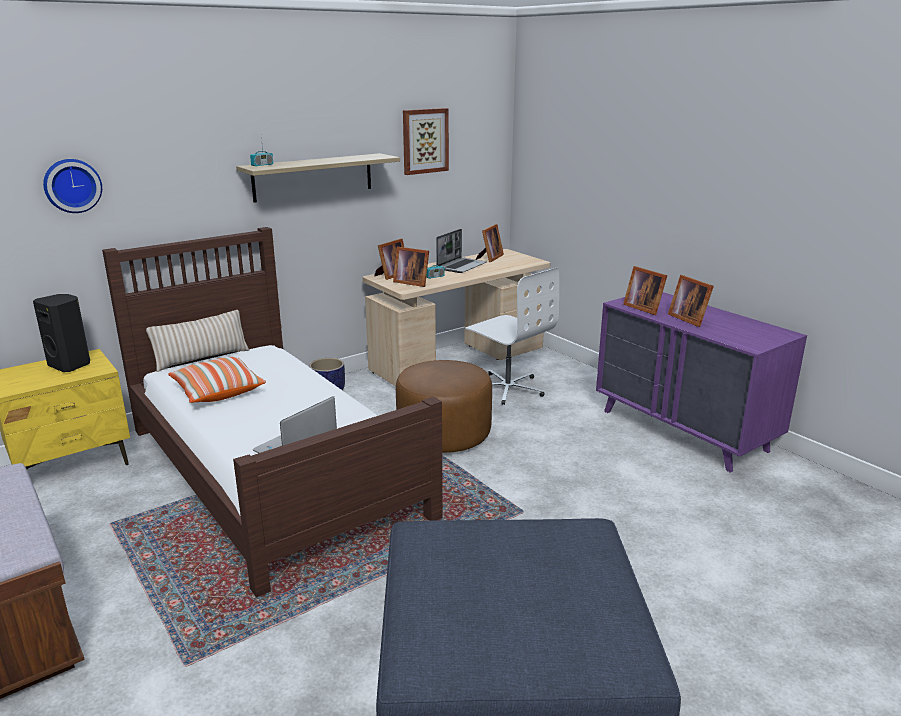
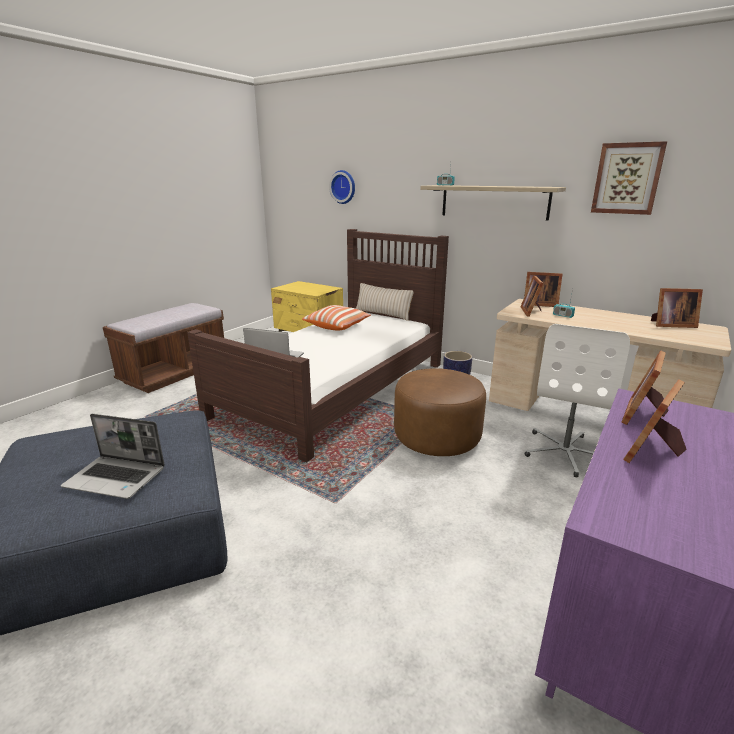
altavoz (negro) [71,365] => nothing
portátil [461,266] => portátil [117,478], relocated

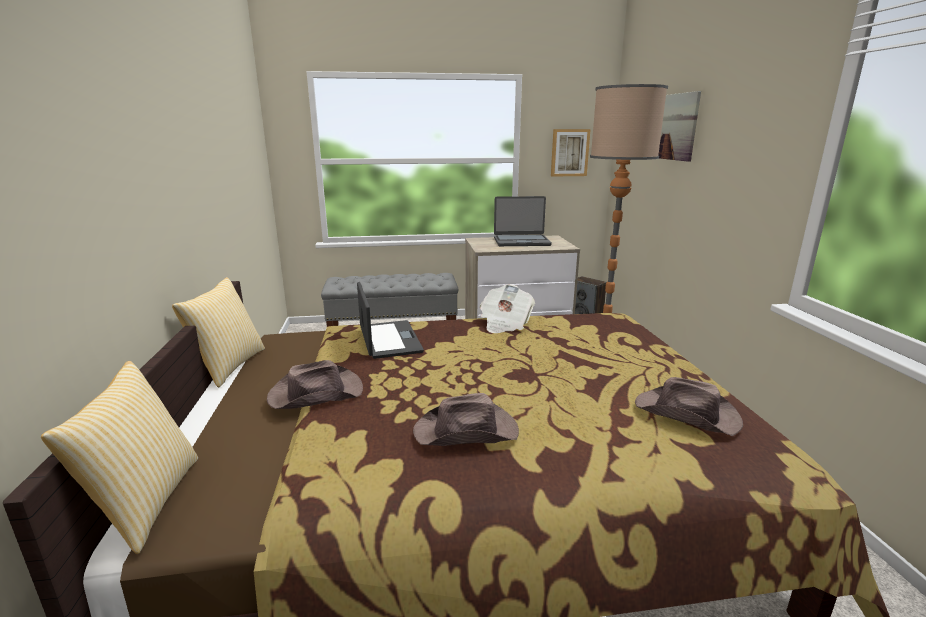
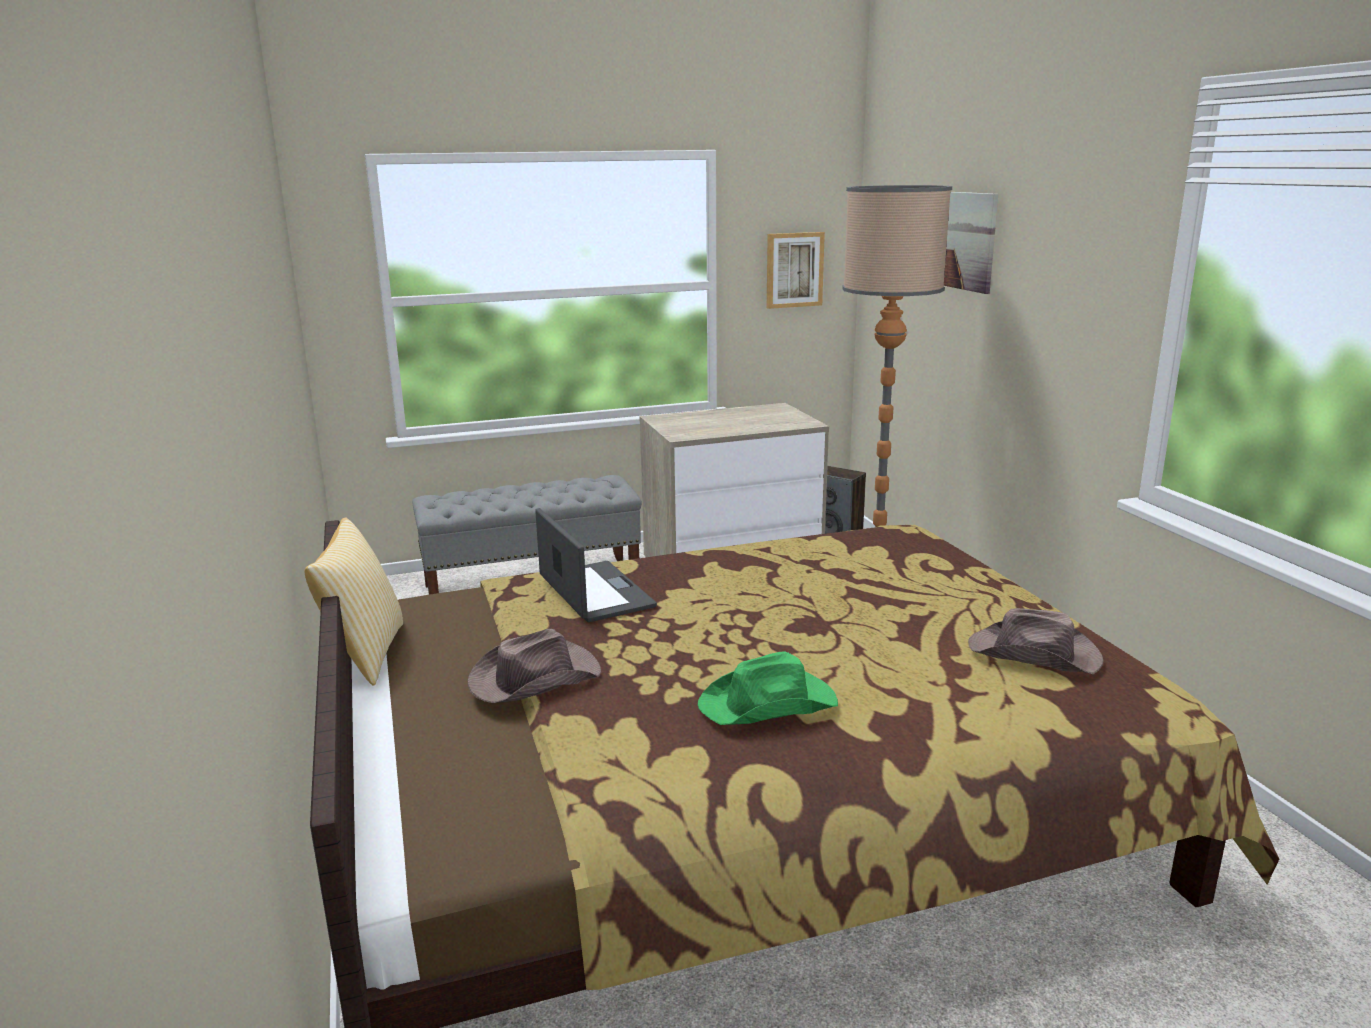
cojín [145,503] => nothing
periódico [505,323] => nothing
portátil [521,241] => nothing
sombrero (marrón) [467,432] => sombrero (verde) [769,704]

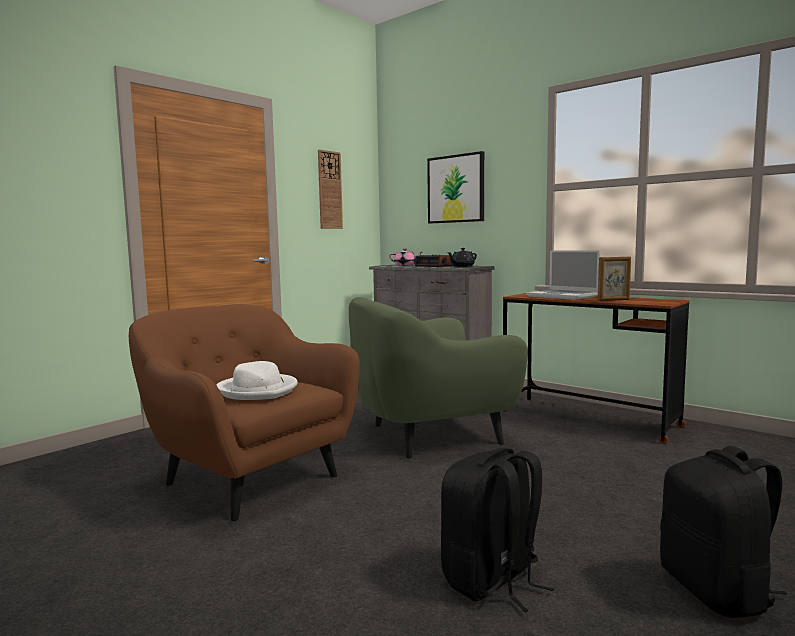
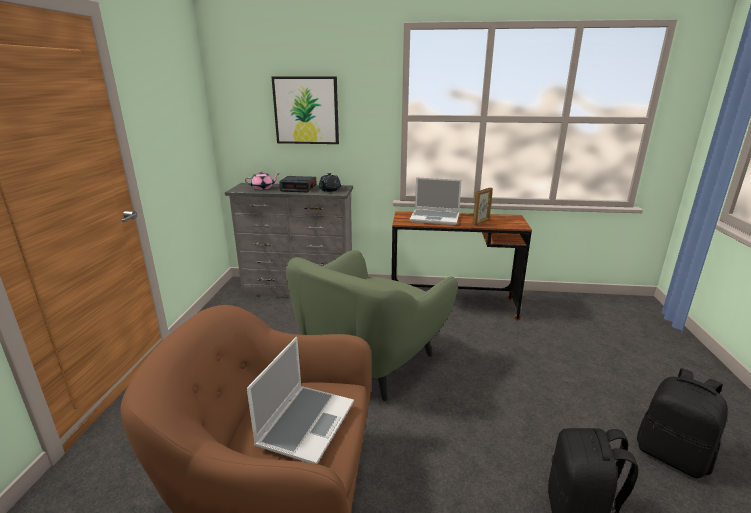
reloj de pared [329,190] => nothing
sombrero (blanco) [258,390] => portátil [306,423]

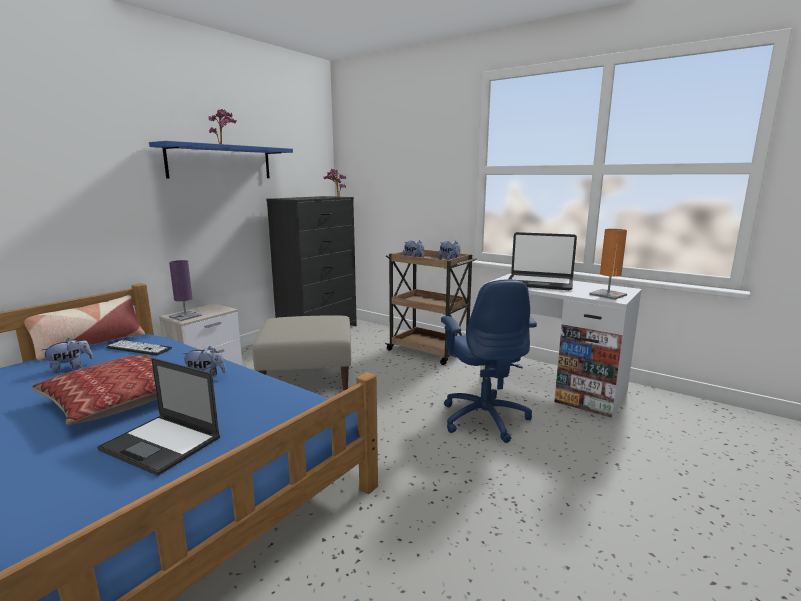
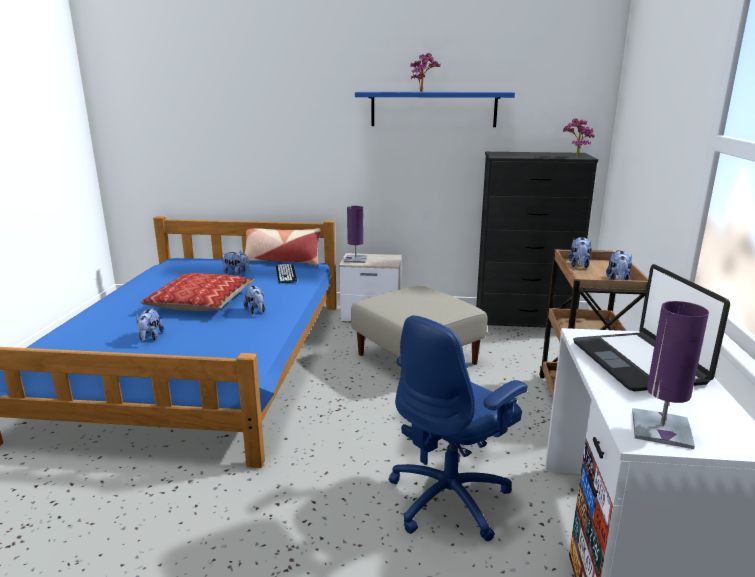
portátil [162,444] => peluche [150,338]
lámpara de mesa (naranja) [608,295] => lámpara de mesa (morado) [661,429]

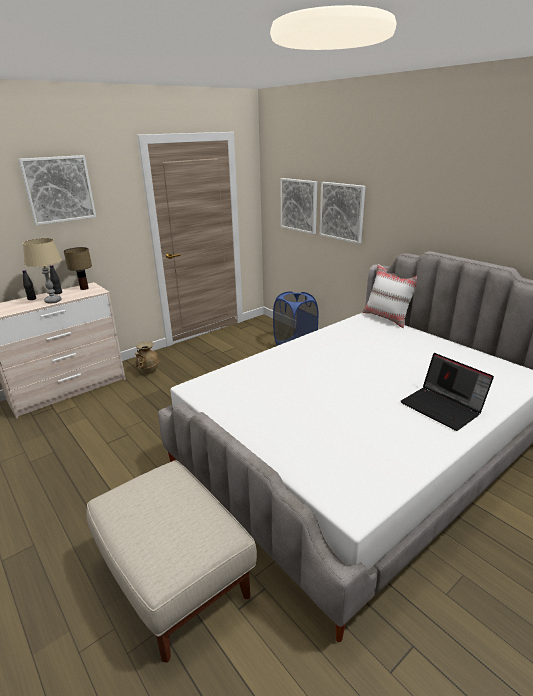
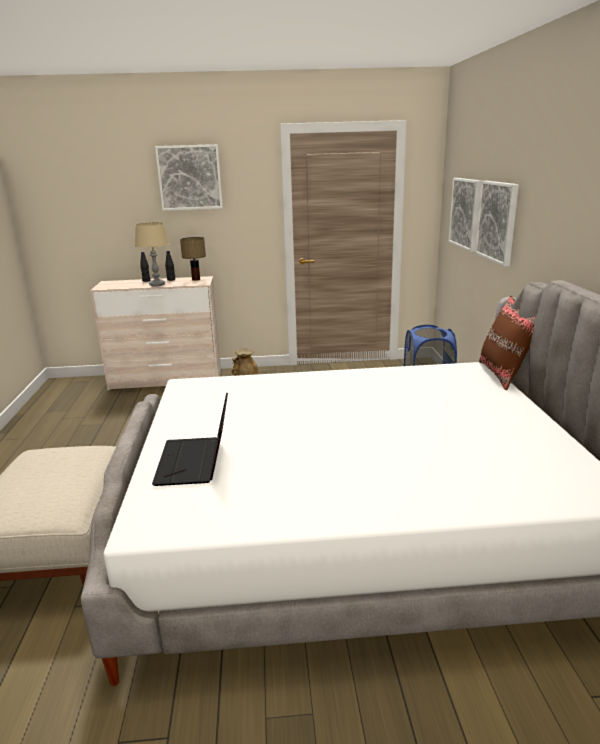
portátil [443,407] => portátil [196,462], relocated
cojín (blanco) [387,318] => cojín (marrón) [504,375]

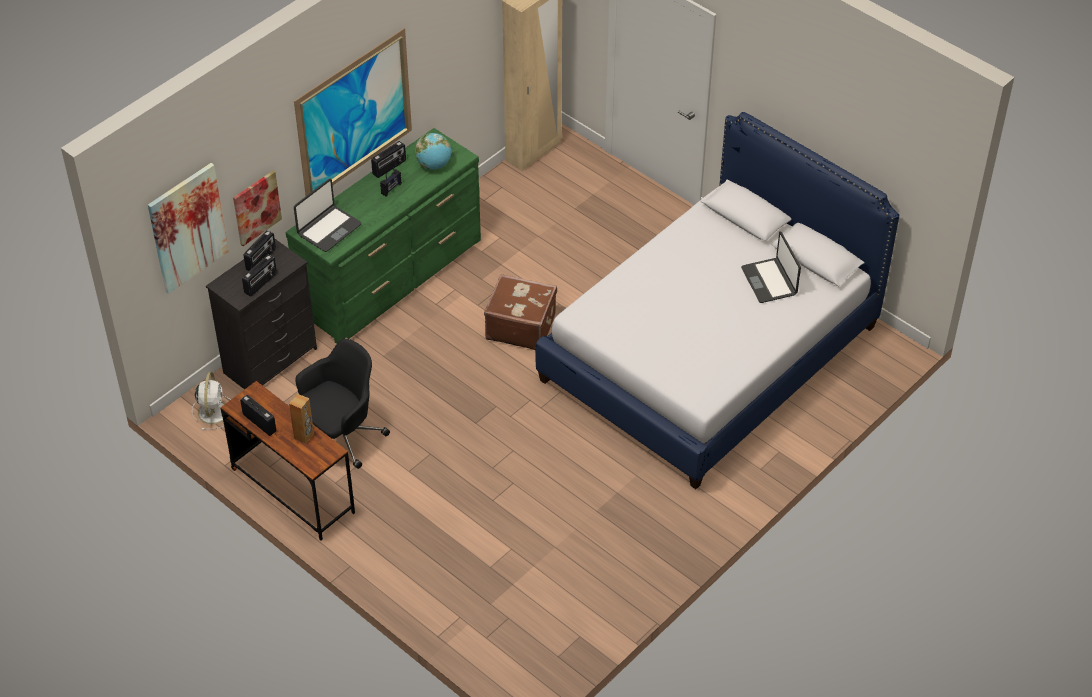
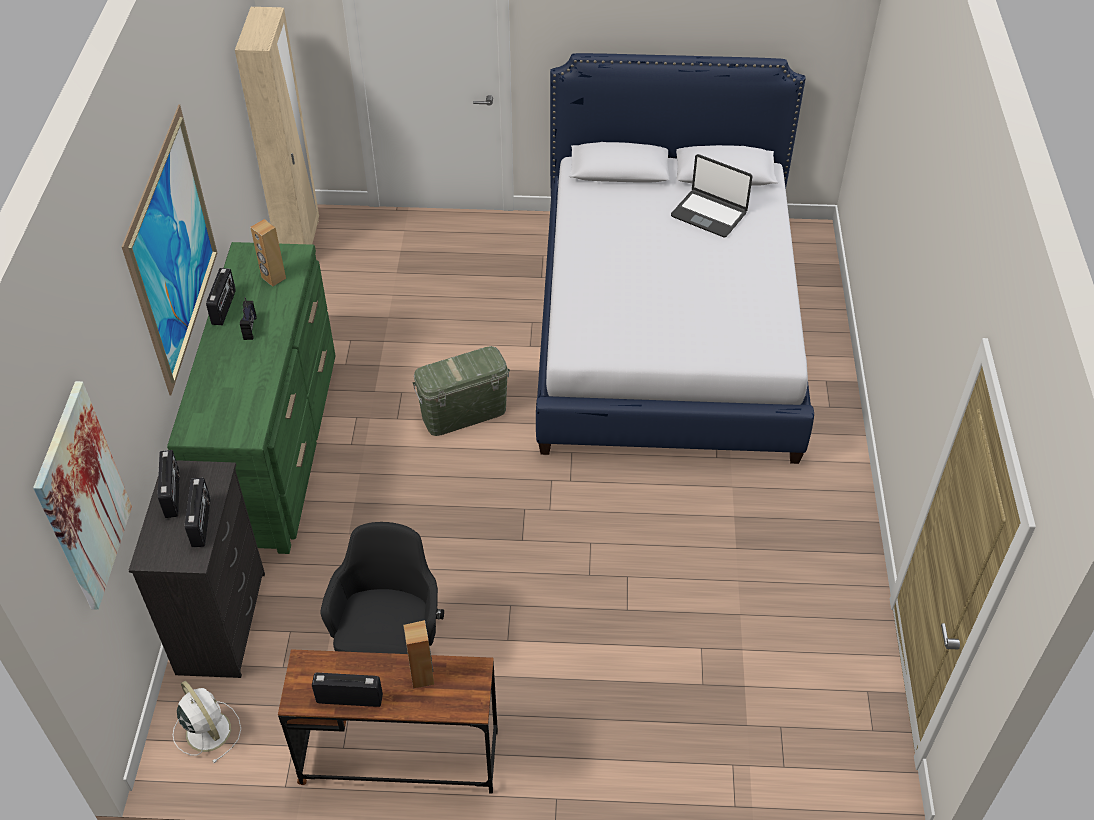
cuadro [256,207] => nothing
portátil [328,229] => nothing
globo terráqueo [434,165] => altavoz (marrón) [273,278]
maleta (marrón) [520,326] => caja de almacenaje (verde) [463,413]

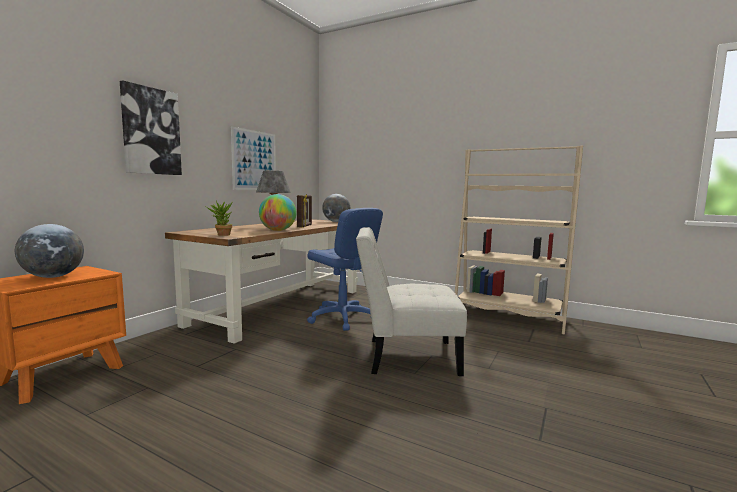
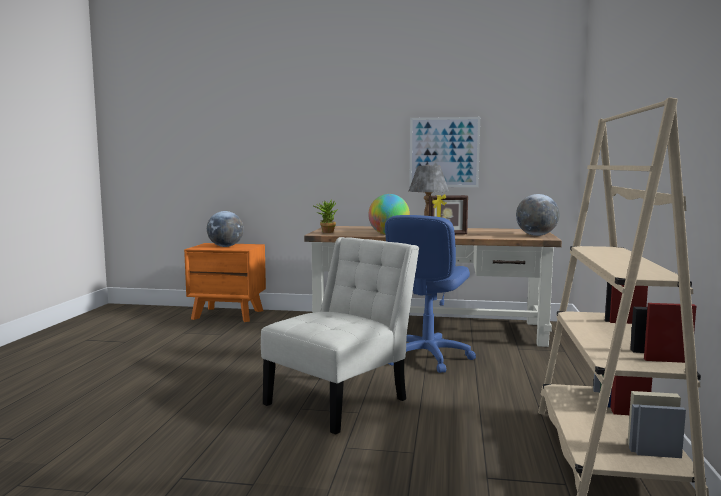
cuadro [151,131] => nothing
silla (blanco) [405,356] => silla (blanco) [341,400], 60 degrees clockwise

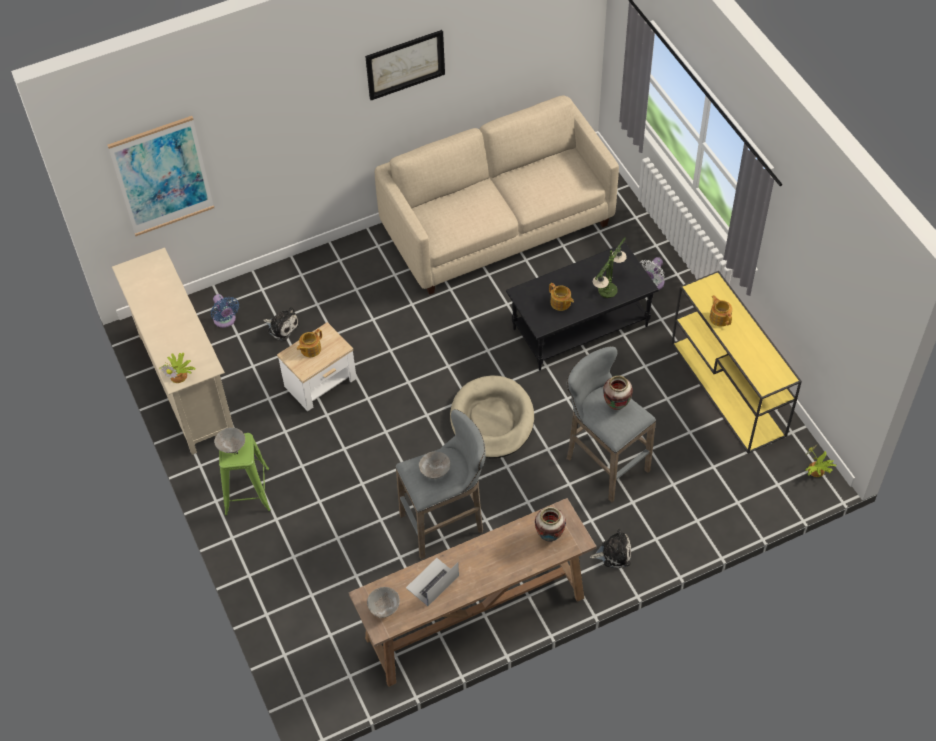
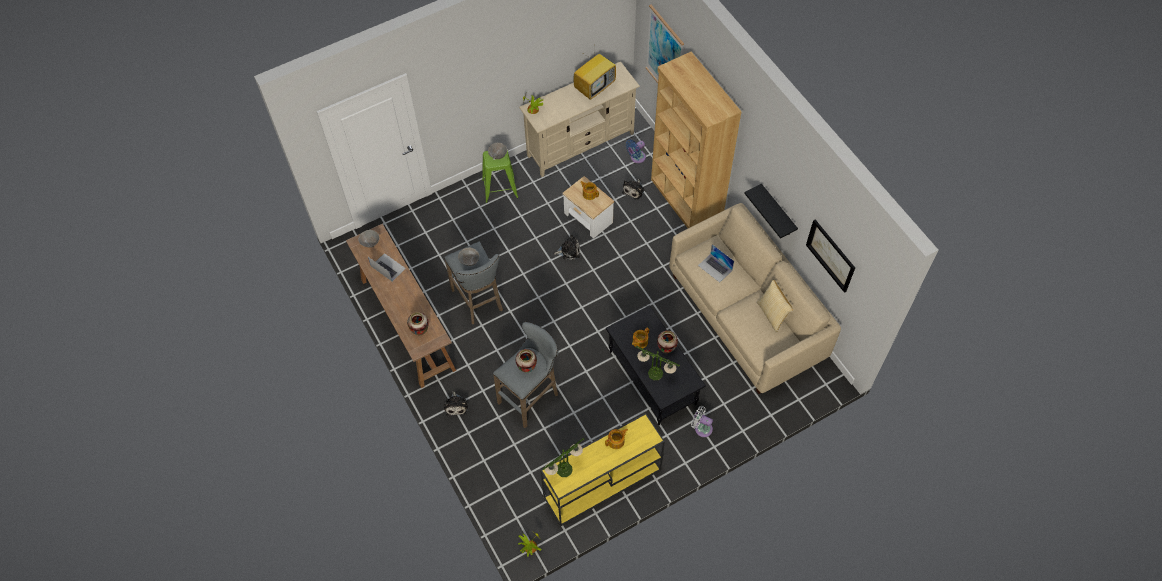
cama para perro (beis) [492,420] => nothing
nothing => lámpara de mesa [564,470]
nothing => peluche [569,251]
nothing => televisor [595,87]
nothing => estantería (marrón) [685,201]
nothing => florero [666,349]
nothing => portátil [715,268]
nothing => estante (negro) [777,212]
nothing => cojín [772,314]
cuadro [405,64] => cuadro [831,255], relocated

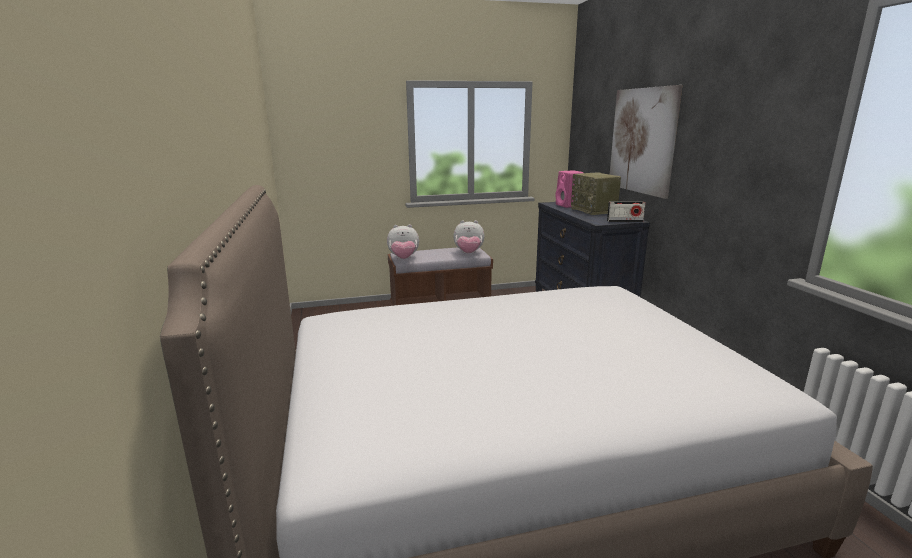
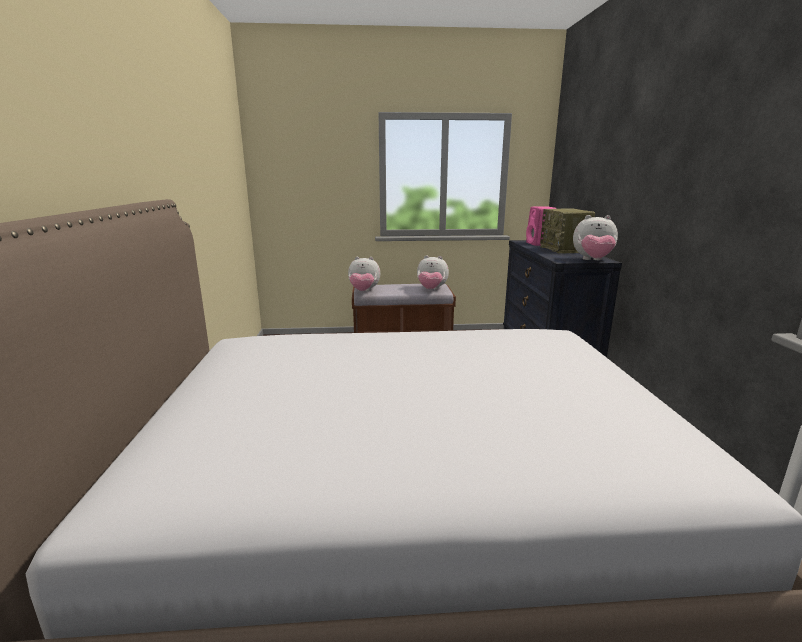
cuadro [642,141] => nothing
radio [625,221] => peluche [593,260]

